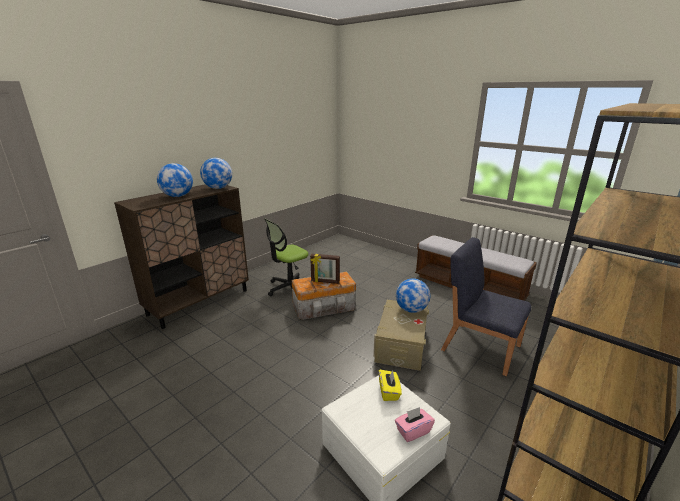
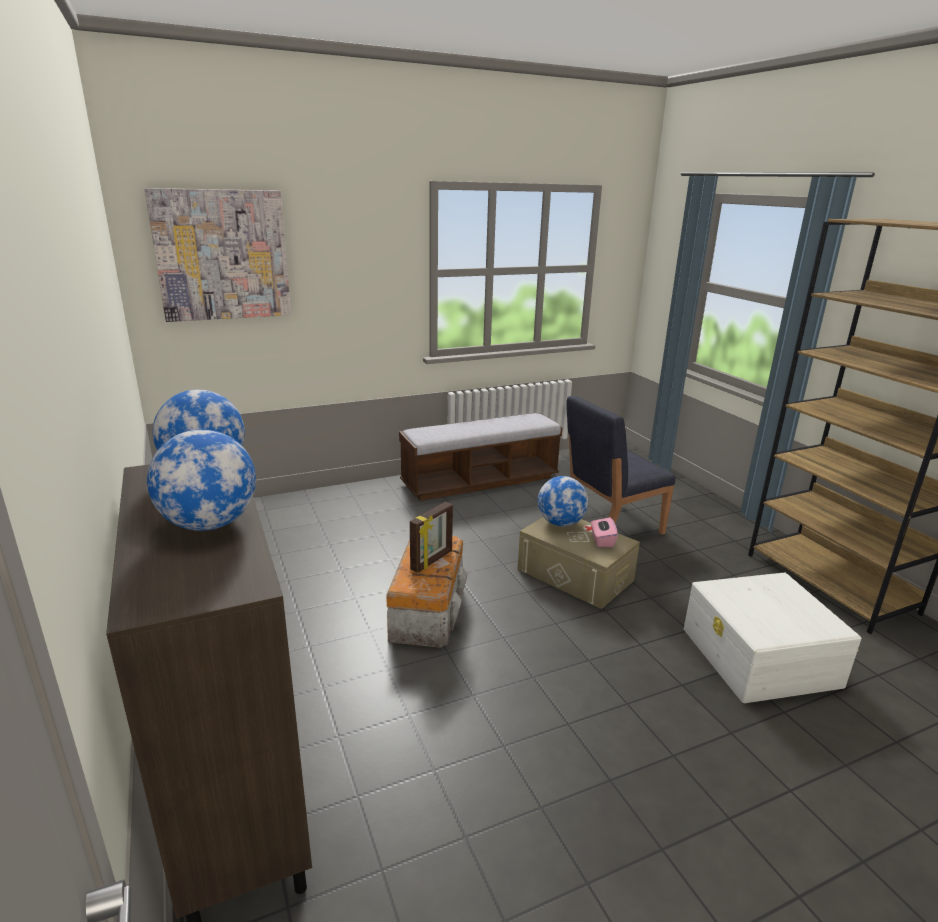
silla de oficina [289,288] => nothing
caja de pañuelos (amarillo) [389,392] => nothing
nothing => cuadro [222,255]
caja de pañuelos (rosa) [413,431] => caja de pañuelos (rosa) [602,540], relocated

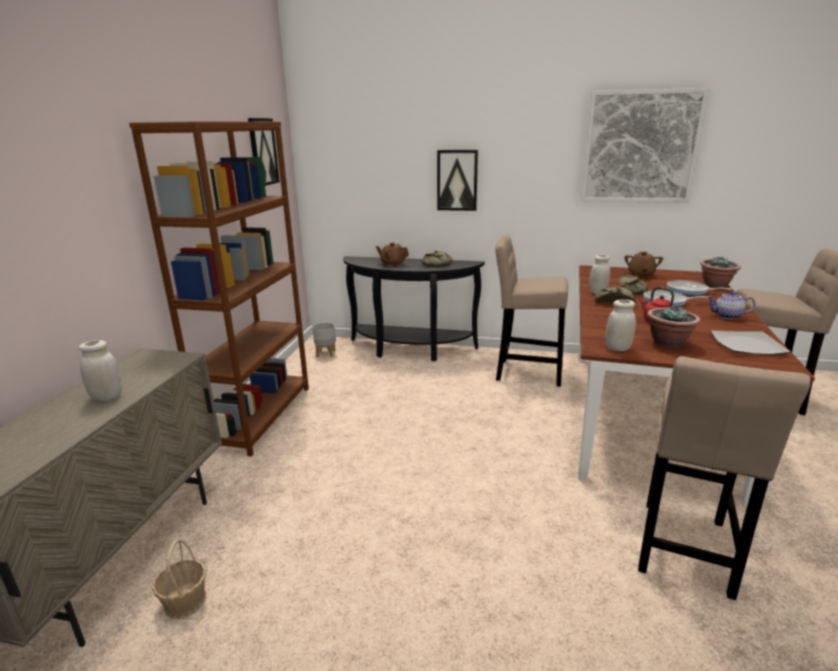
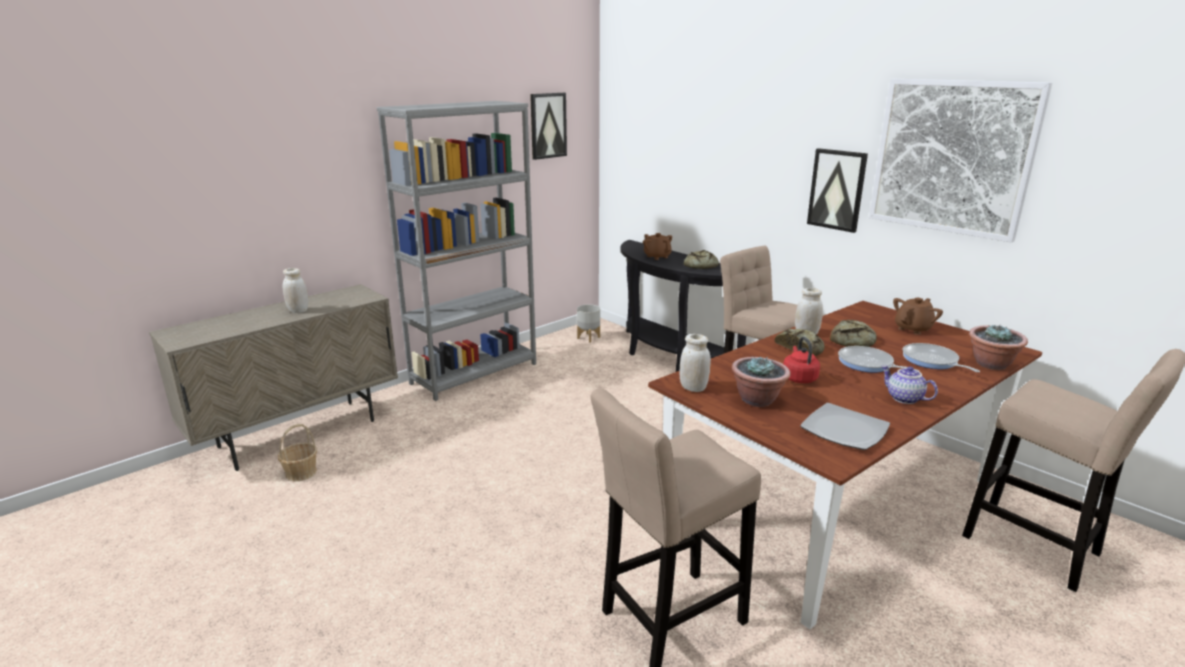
cuadro [457,180] => cuadro [837,189], relocated
estantería (marrón) [259,416] => estantería (gris) [474,373]

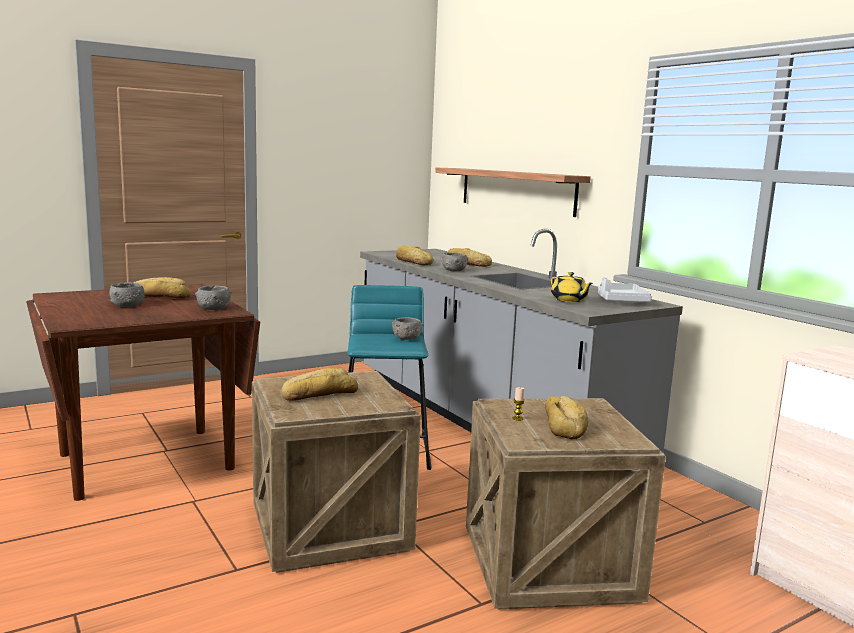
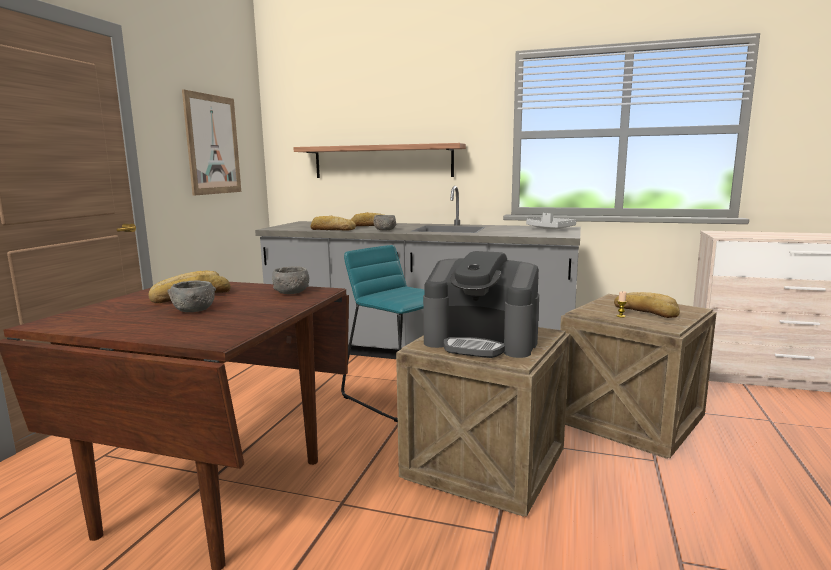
cuenco (gris) [407,338] => nothing
tetera (amarillo) [569,300] => nothing
nothing => cuadro [213,145]
pan [319,394] => cafetera [482,341]

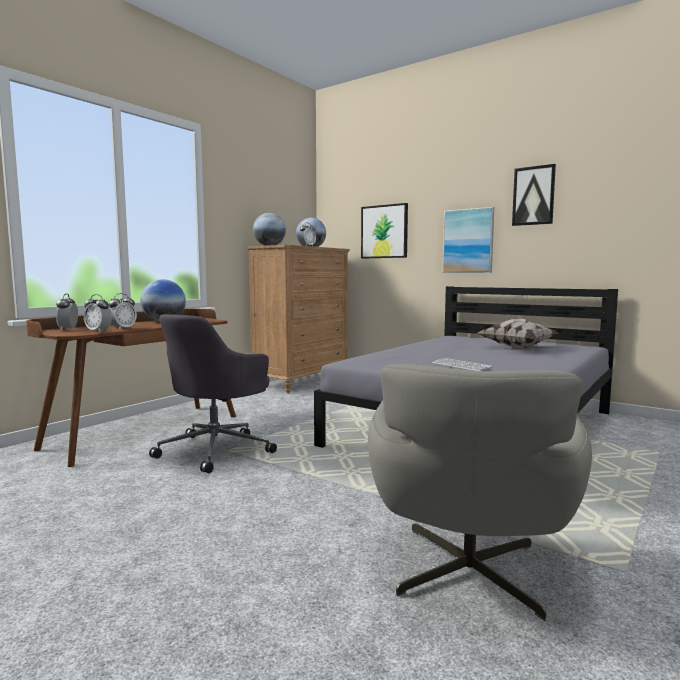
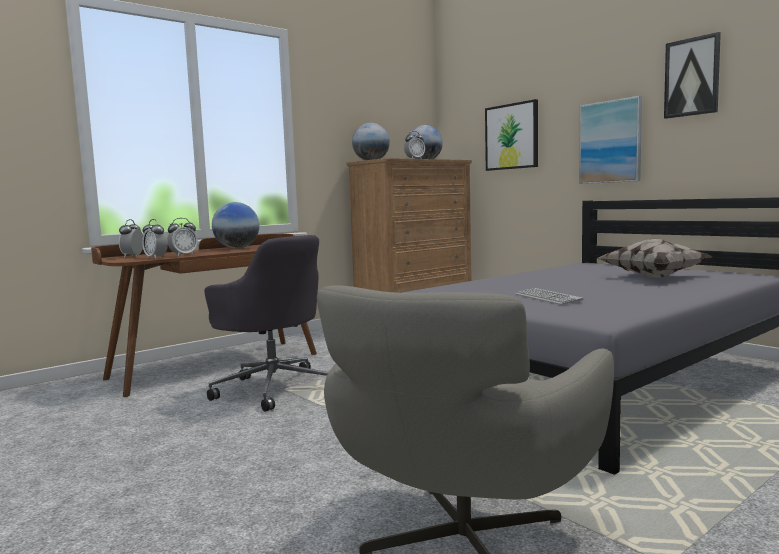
silla de oficina (gris) [216,450] => silla de oficina (gris) [273,388], 90 degrees counterclockwise

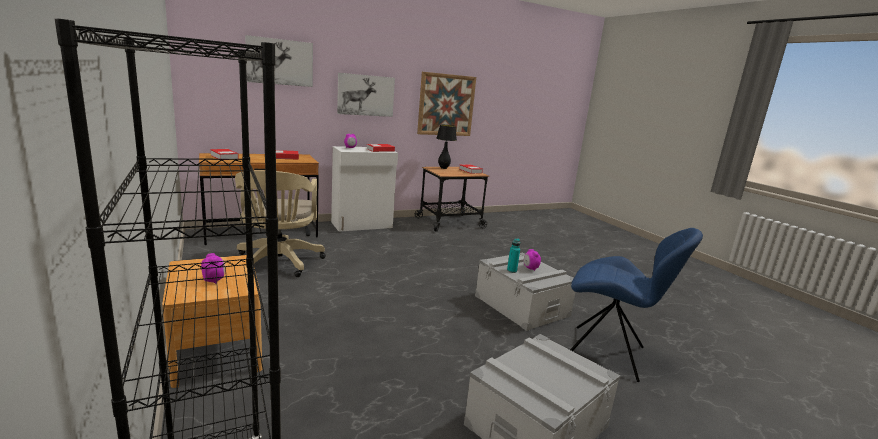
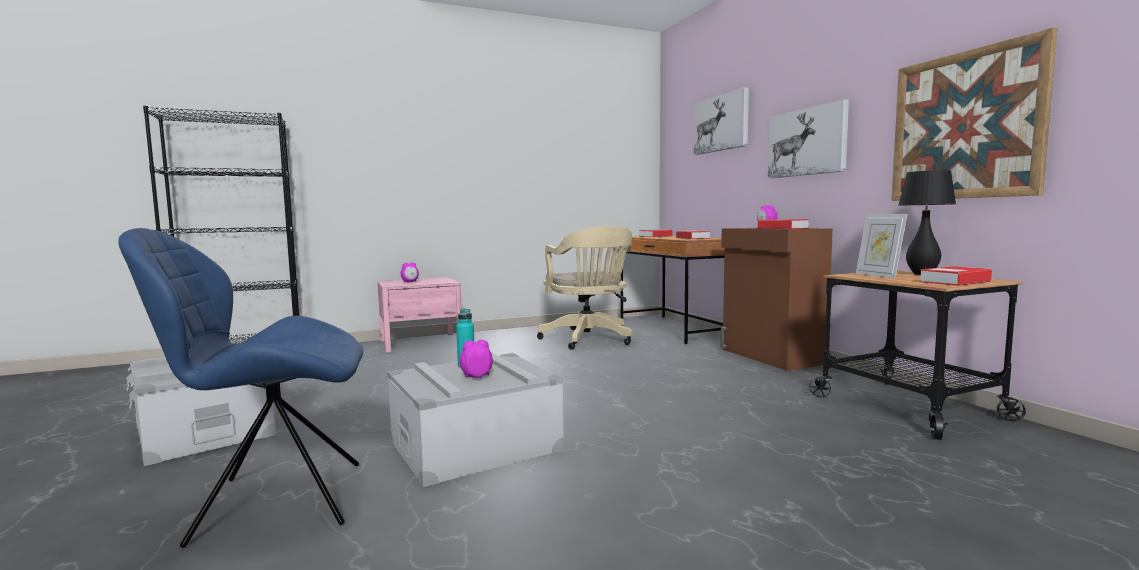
nothing => portarretratos [878,275]
mesita de noche (marrón) [217,350] => mesita de noche (rosa) [421,342]
armario (blanco) [362,225] => armario (marrón) [770,356]
silla de oficina (beis) [278,263] => silla de oficina (beis) [589,340], 105 degrees counterclockwise
silla (azul) [608,354] => silla (azul) [274,502], 45 degrees clockwise

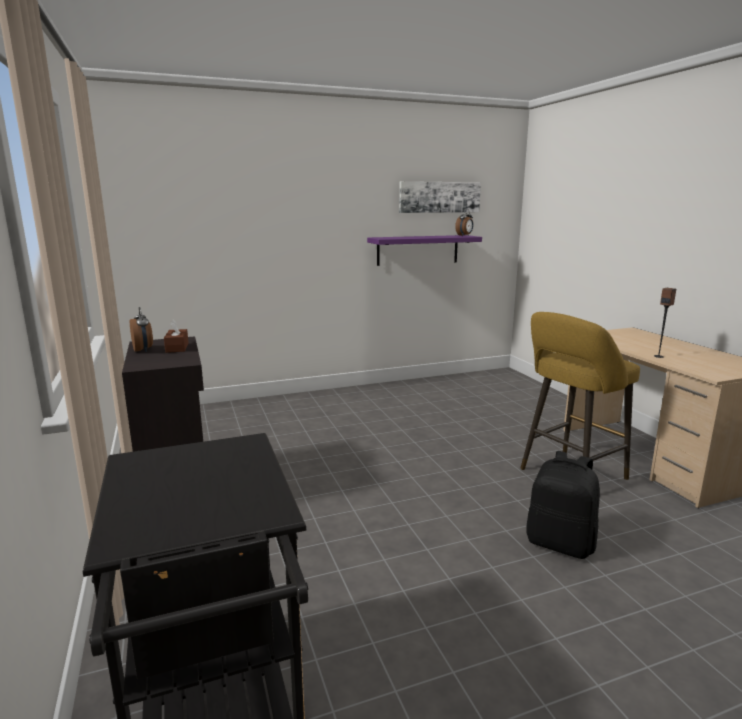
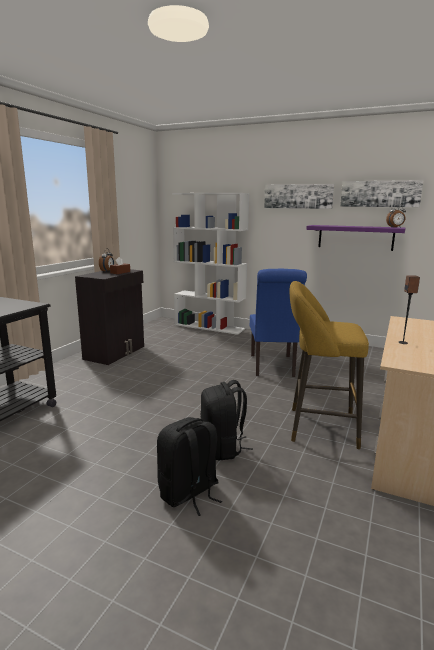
nothing => mochila (negro) [189,493]
nothing => estantería (blanco) [210,327]
nothing => silla (azul) [273,367]
nothing => cuadro [298,196]

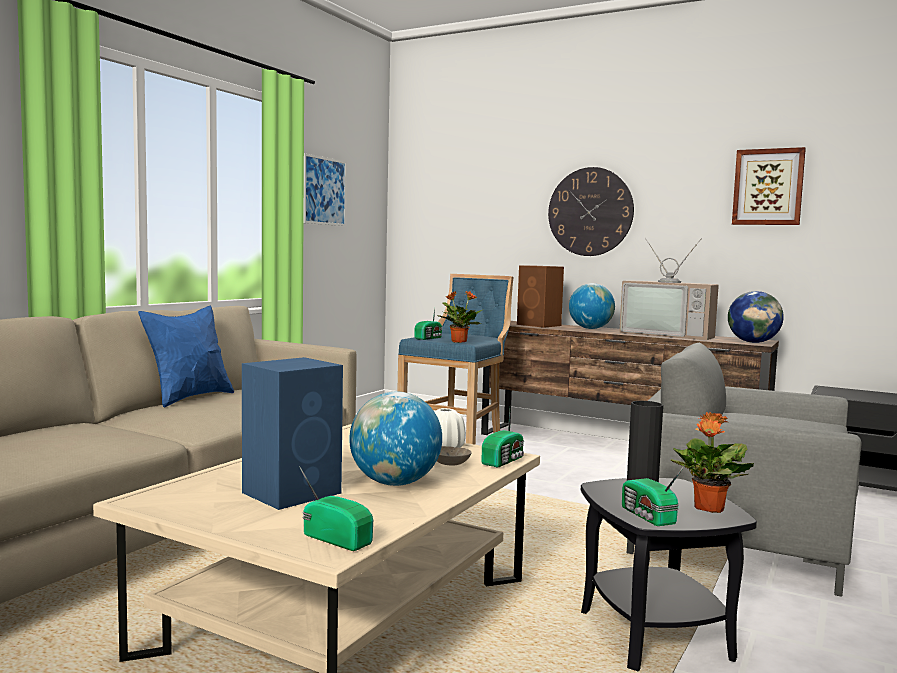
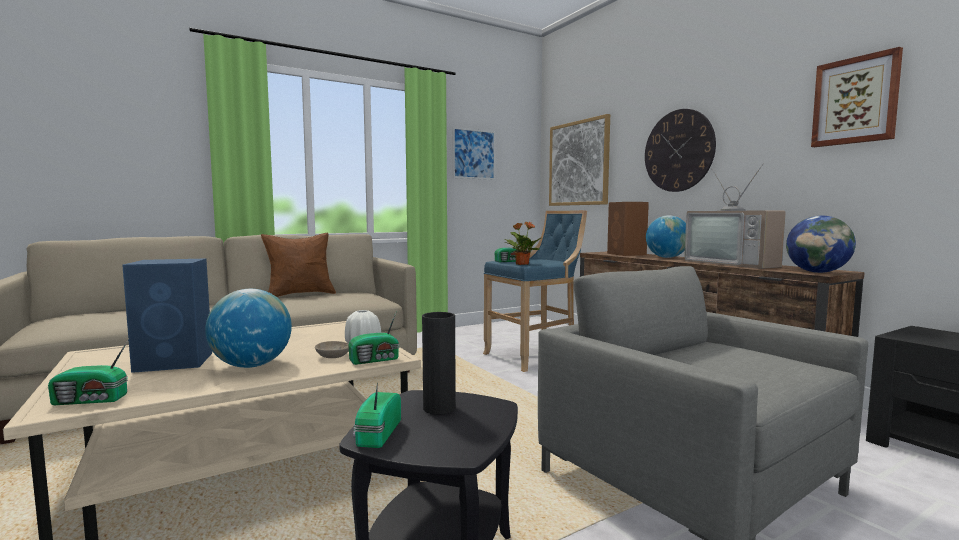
planta en maceta [708,508] => nothing
nothing => cuadro [578,163]
cojín (azul) [189,398] => cojín (marrón) [300,295]
radio [337,538] => radio [91,400], 105 degrees clockwise

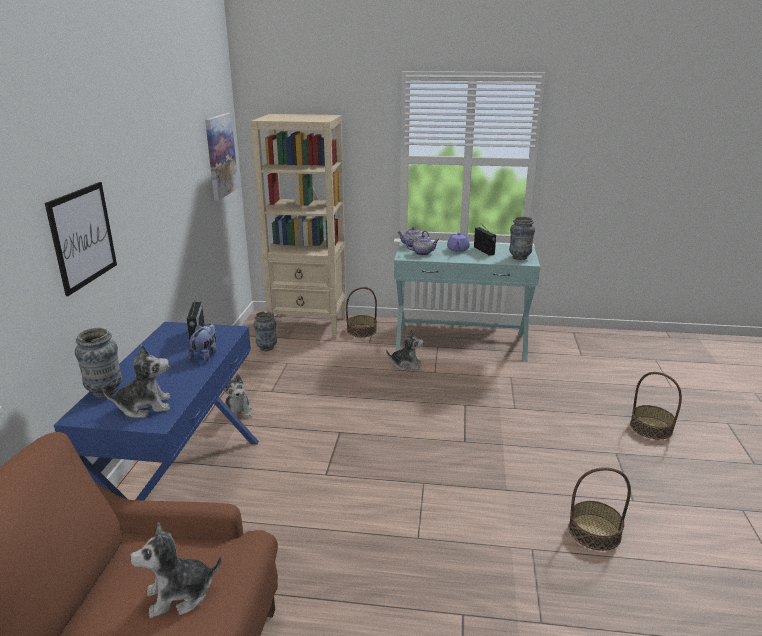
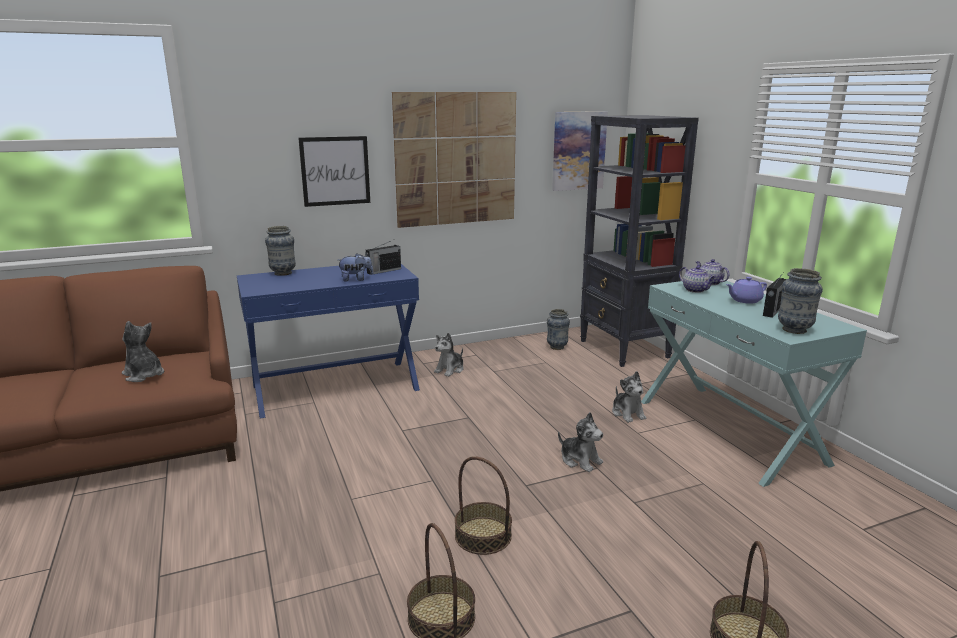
nothing => cuadro [456,159]
peluche [145,406] => peluche [580,460], relocated
cesta [361,330] => cesta [483,535], relocated
estantería (beis) [309,325] => estantería (negro) [624,349]

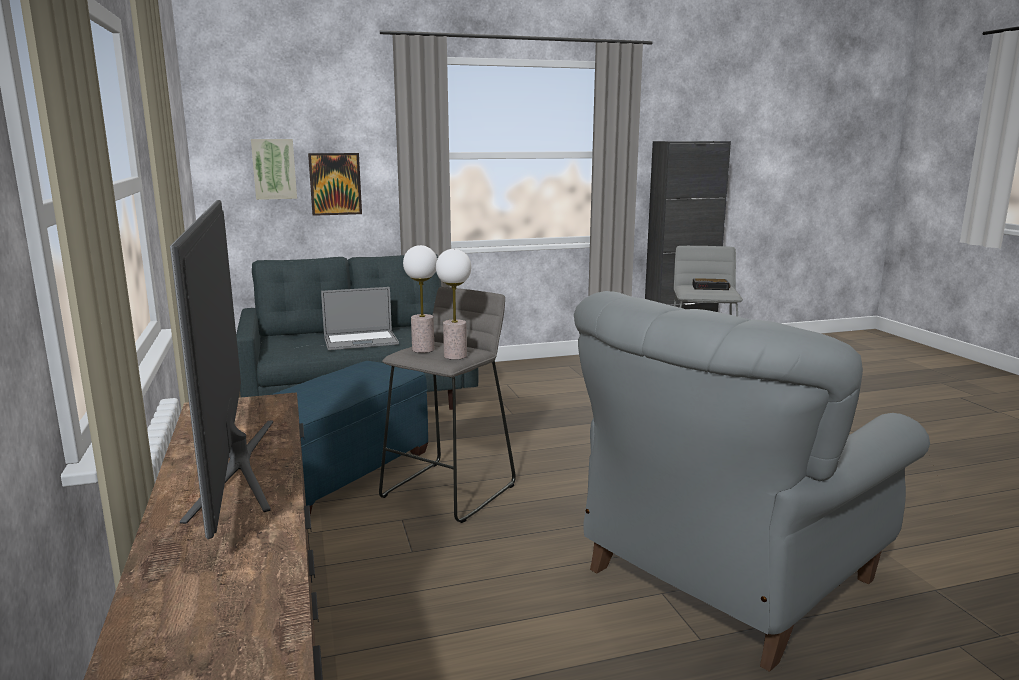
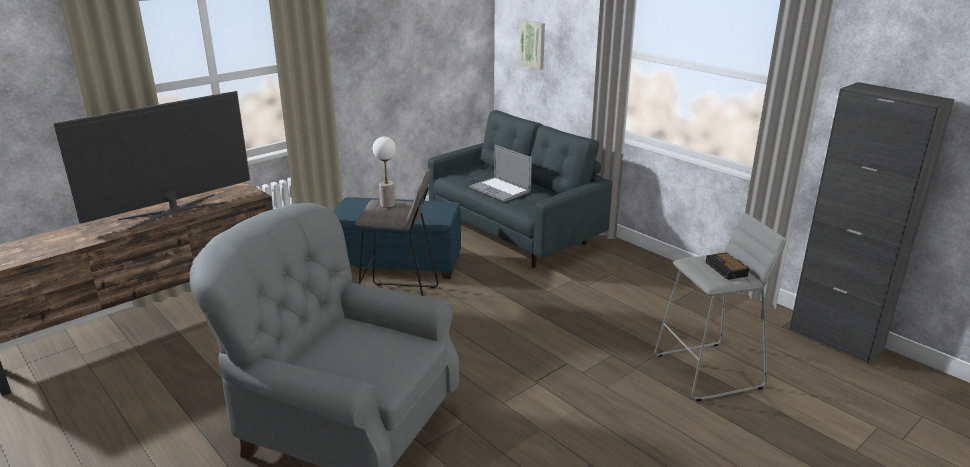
cuadro [335,184] => nothing
lámpara de mesa [455,356] => nothing

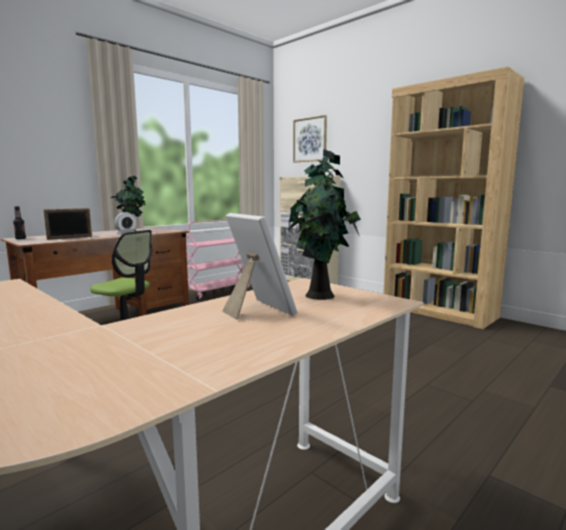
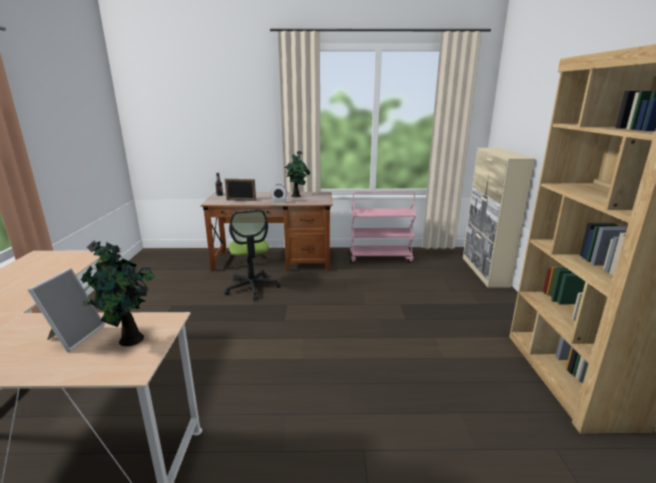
cuadro [310,140] => nothing

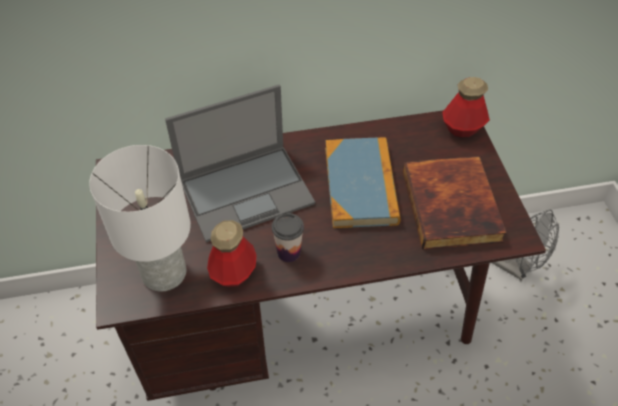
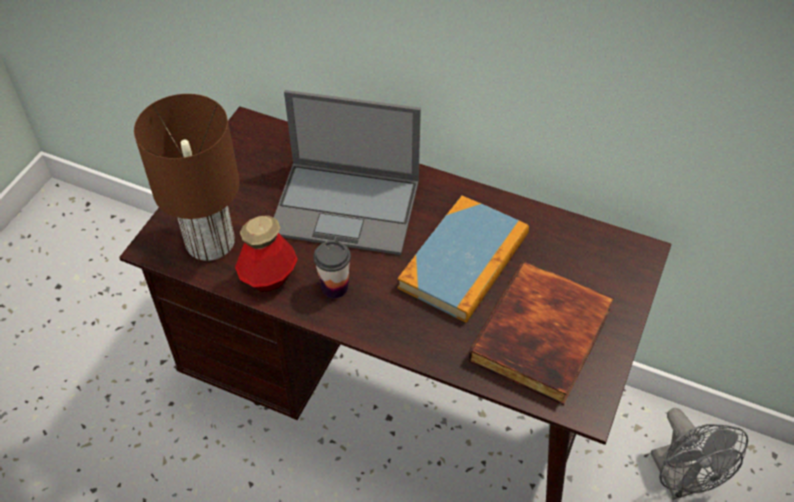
botella [462,128] => nothing
lámpara de mesa (blanco) [164,274] => lámpara de mesa (marrón) [210,243]

